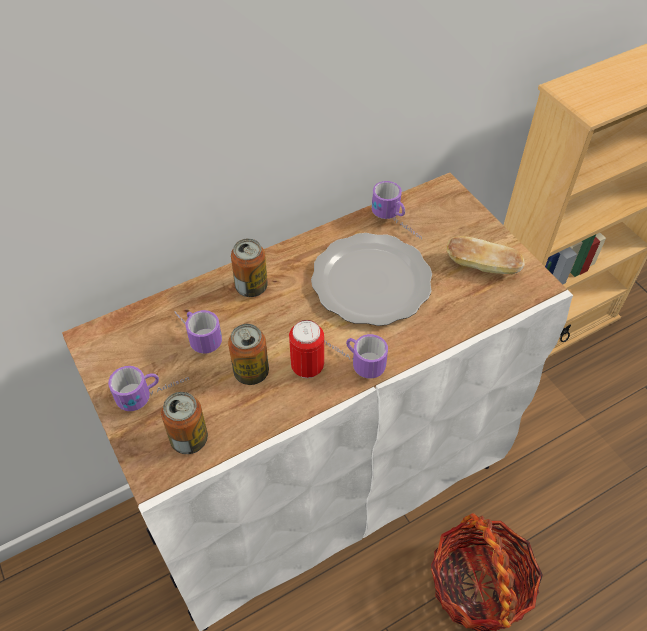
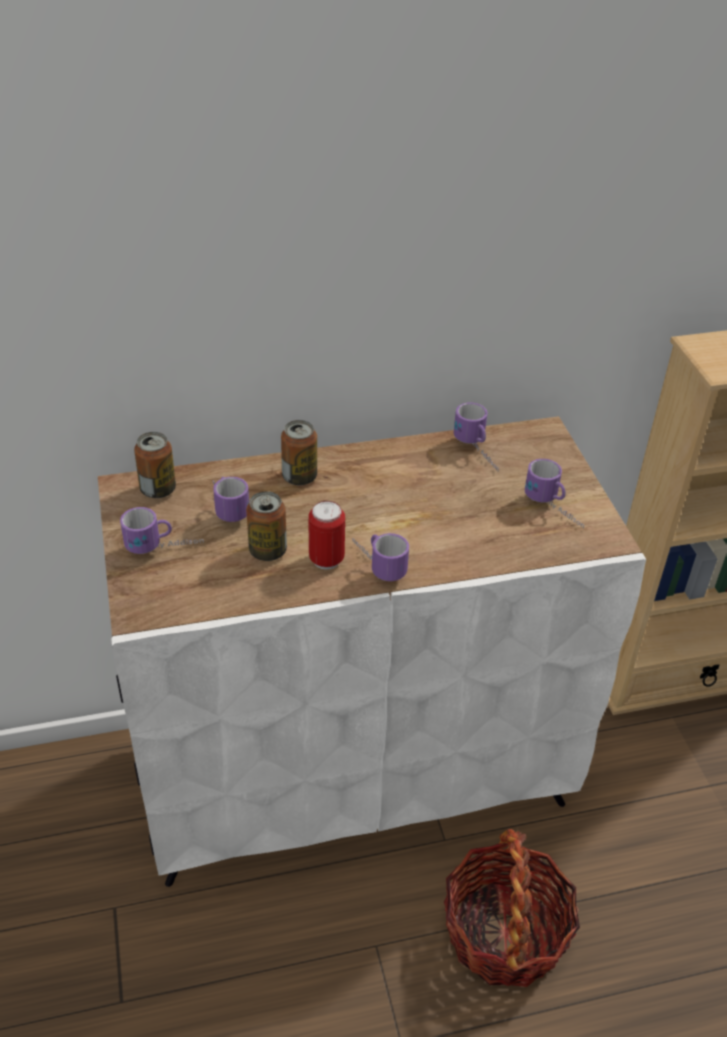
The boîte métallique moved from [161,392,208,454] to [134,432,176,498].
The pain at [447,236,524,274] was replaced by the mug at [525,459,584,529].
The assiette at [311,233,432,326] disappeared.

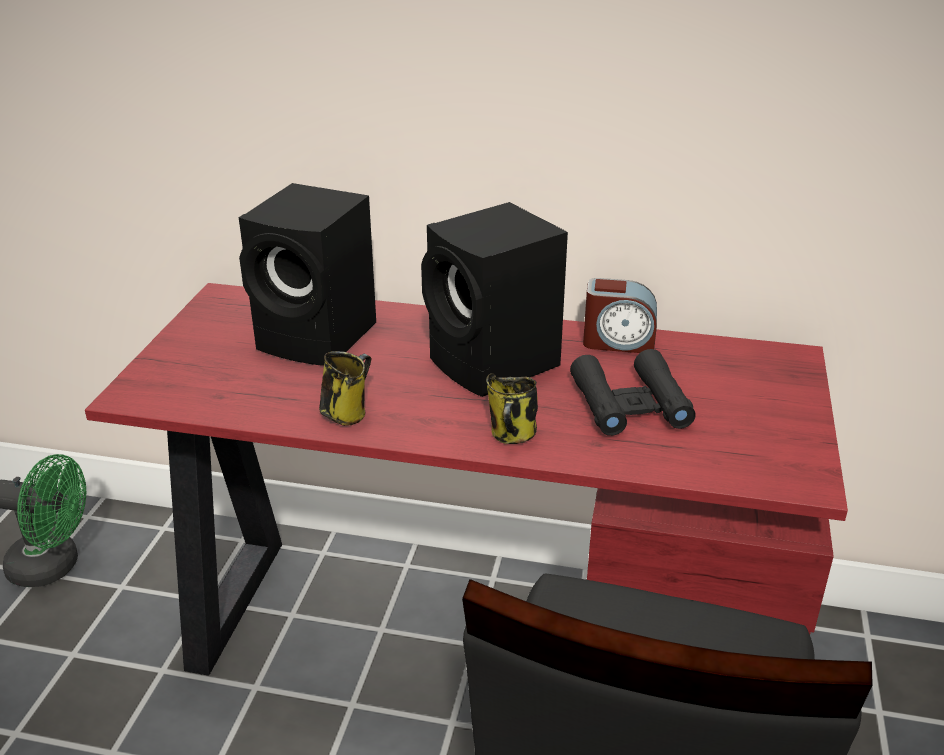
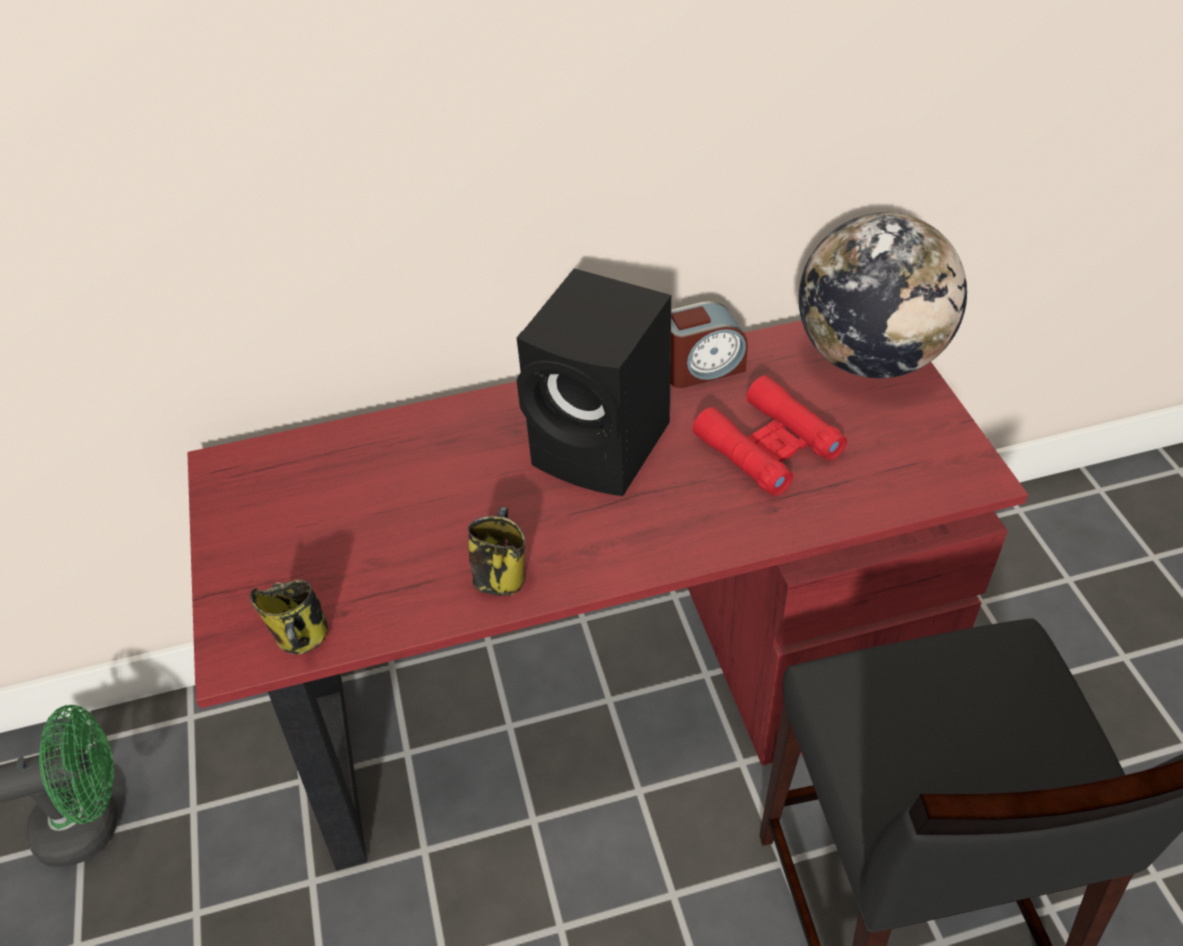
The mug moved from [486,373,538,444] to [249,580,328,655].
The jumelles/noir at [570,349,696,436] became the jumelles/rouge at [693,375,847,496].
The globe at [799,212,967,378] appeared.
The enceinte/noir at [239,183,376,366] disappeared.

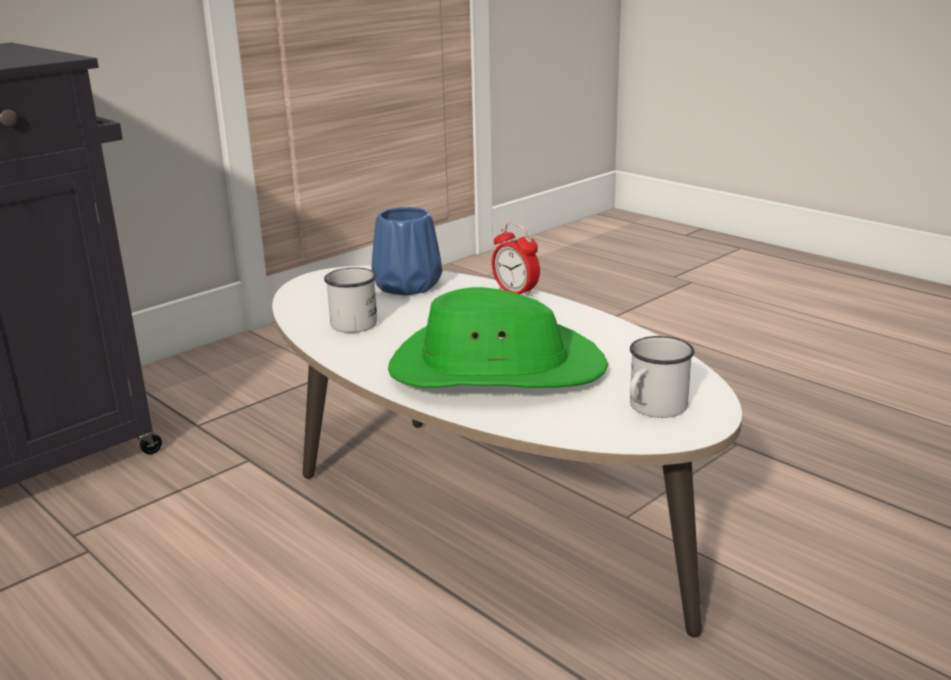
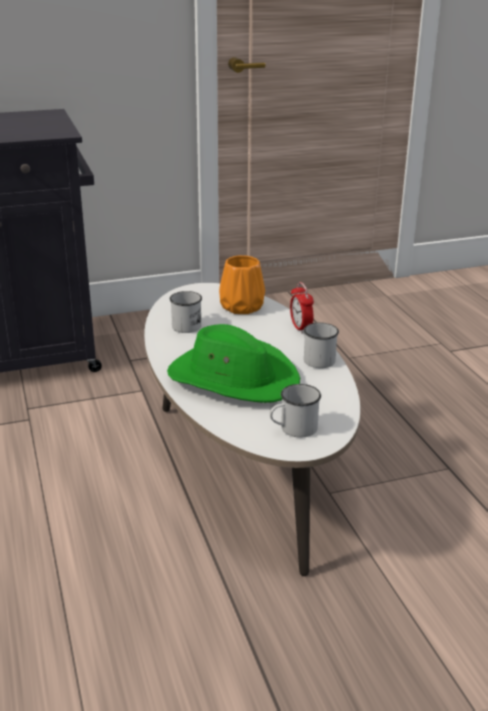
The vase/bleu at [372,207,442,296] became the vase/orange at [219,255,265,314].
The mug/blanc at [304,323,339,368] appeared.

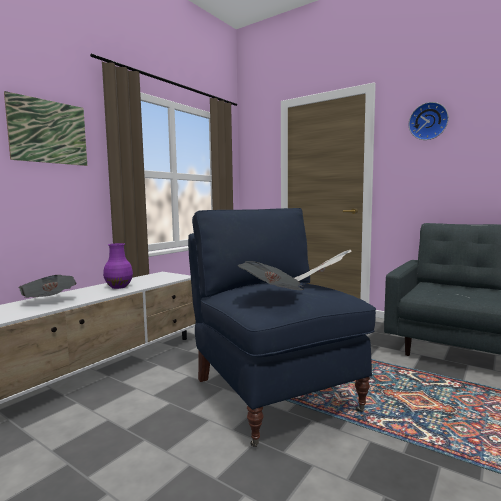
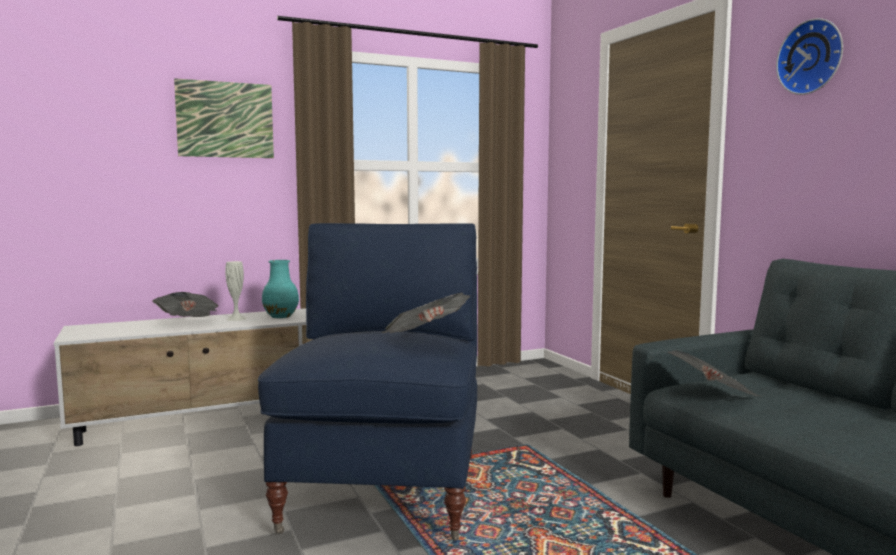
The vase/blanc at [225,261,247,321] appeared.
The vase/violet at [103,243,133,289] became the vase/turquoise at [262,260,299,318].
The journal moved from [238,261,304,290] to [668,350,759,396].

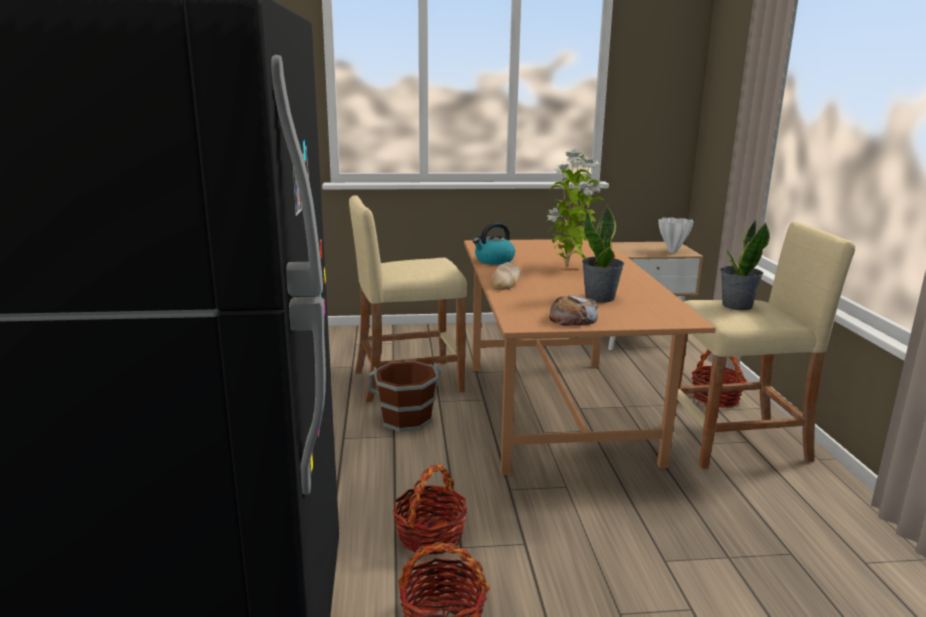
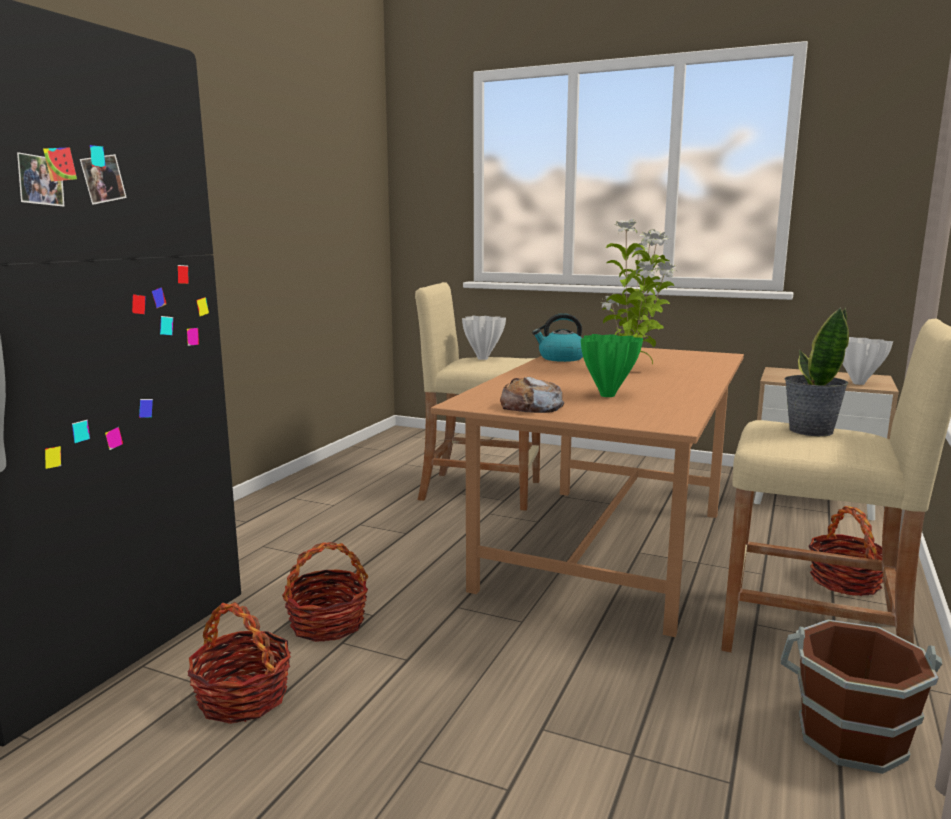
The vase/blanc at [462,316,506,360] appeared.
The plante en pot at [582,205,624,303] was replaced by the vase/vert at [581,334,643,397].
The seau/marron moved from [368,361,441,432] to [781,620,942,774].
The pain at [491,262,521,290] disappeared.

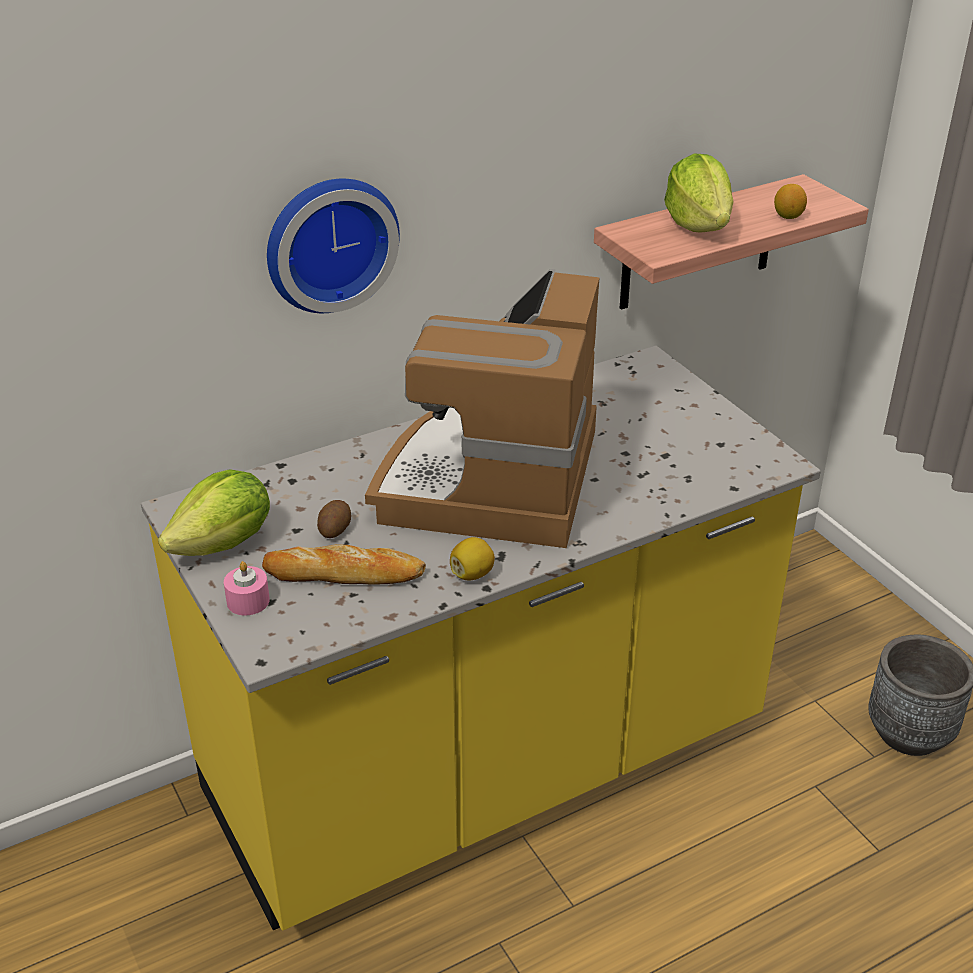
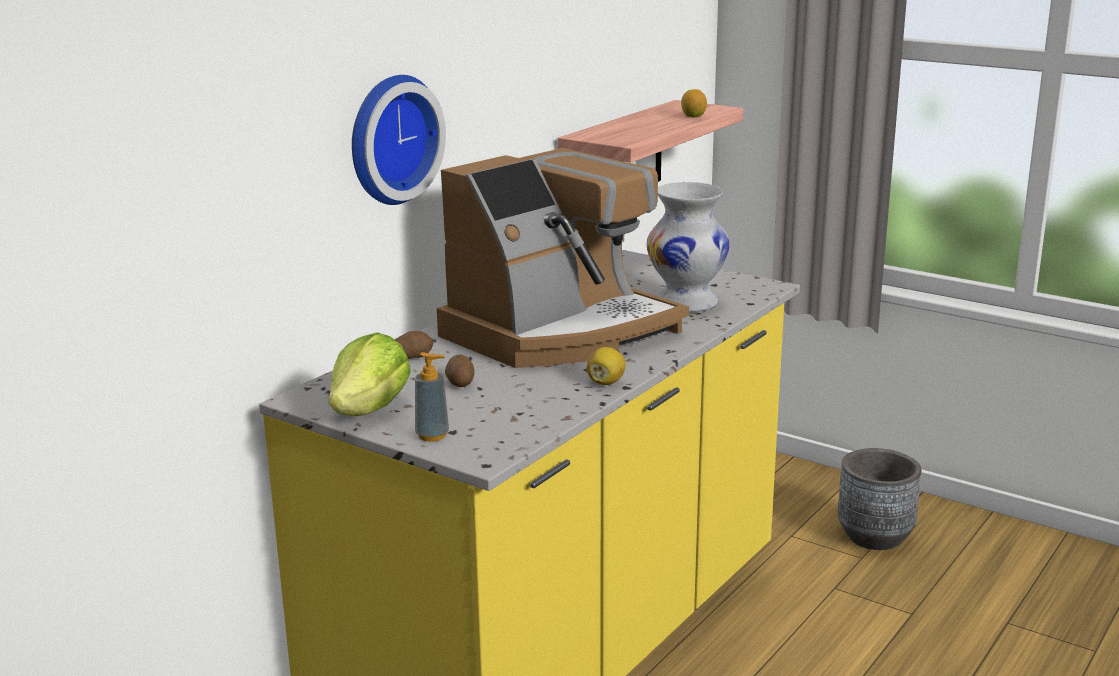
The pomme de terre at [395,331,433,359] appeared.
The bougie/rose at [224,561,270,616] was replaced by the distributeur de savon at [415,352,449,441].
The machine à café at [365,269,600,548] turned 120 degrees counterclockwise.
The vase/blanc at [647,182,729,312] appeared.
The pain at [262,544,426,585] disappeared.
The laitue at [664,153,734,233] disappeared.

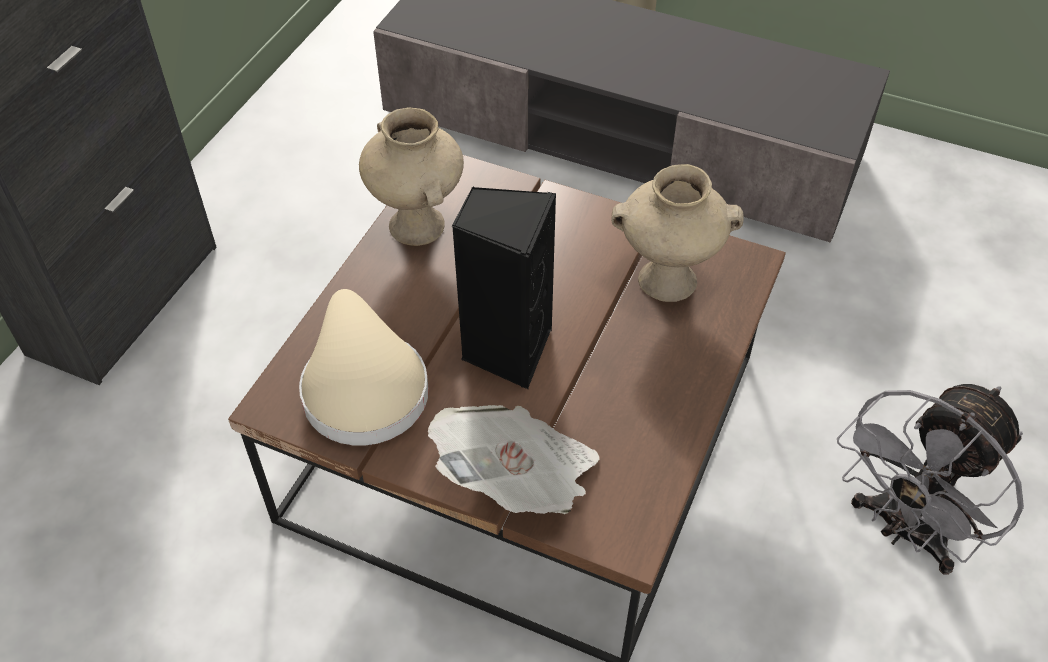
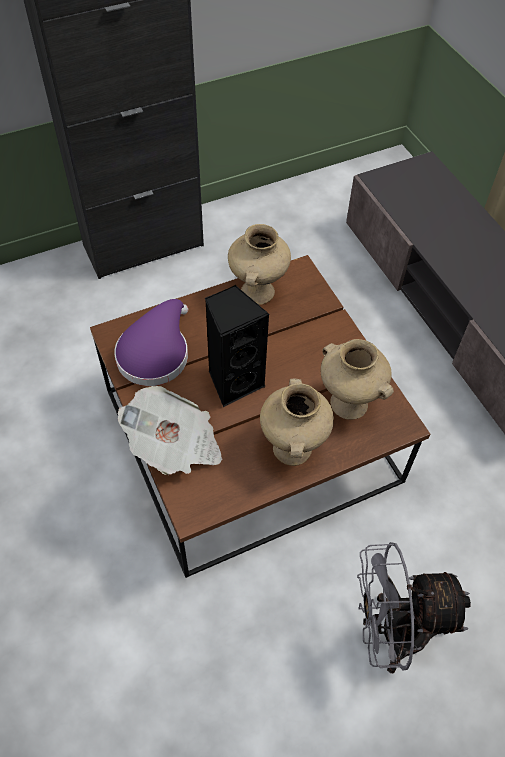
The chapeau/beige at [299,289,429,446] became the chapeau/violet at [114,299,188,386].
The vase/beige at [260,379,334,466] appeared.

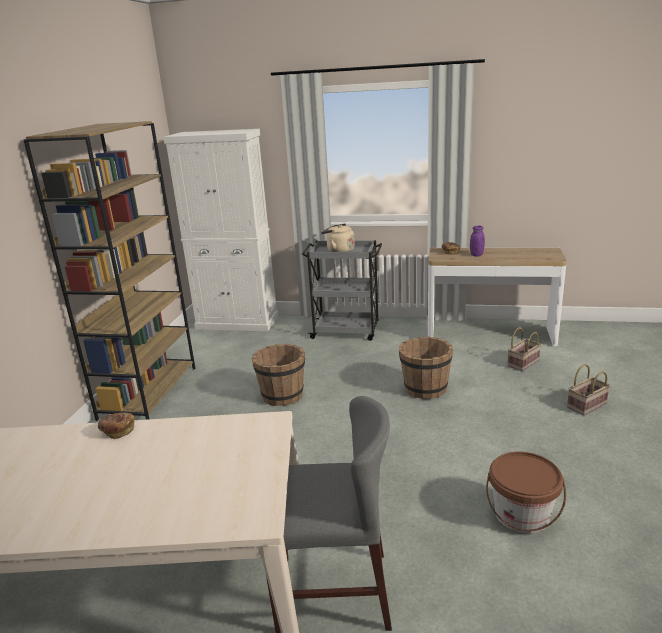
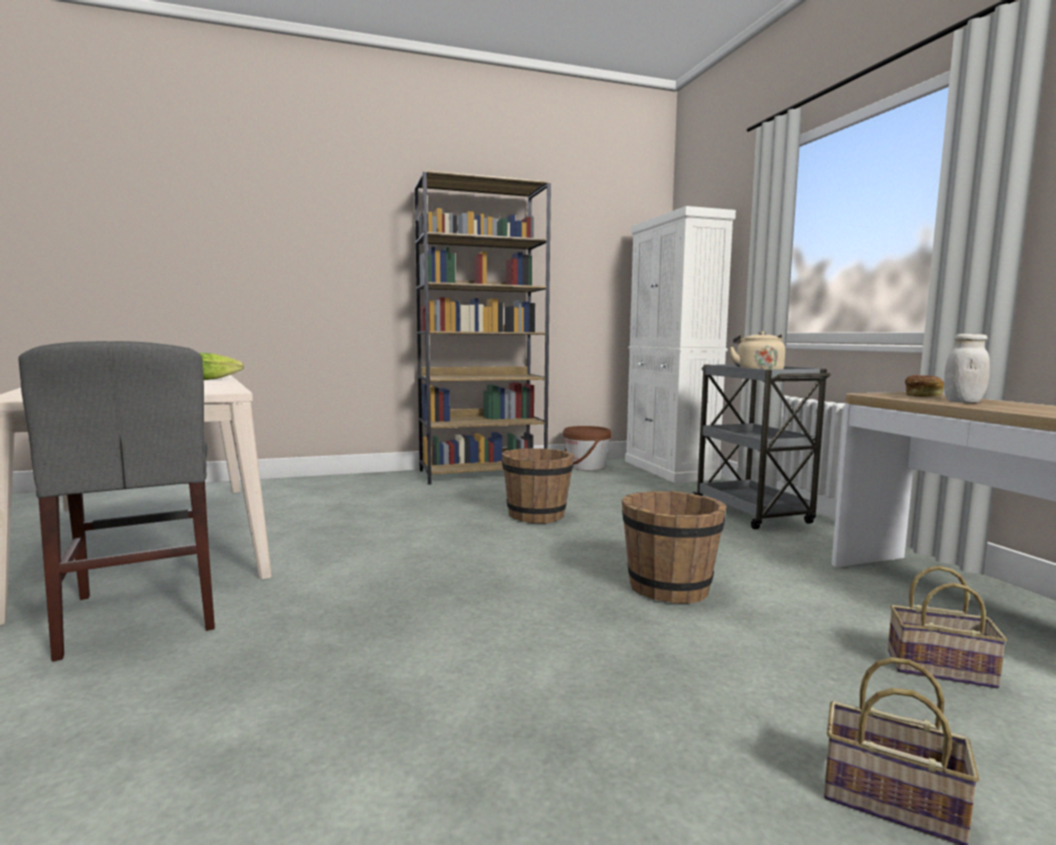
The pain at [98,413,135,439] was replaced by the laitue at [199,353,244,380].
The seau/marron moved from [486,452,566,534] to [563,426,612,470].
The bocal/violet at [470,226,485,256] became the bocal/blanc at [944,334,990,403].

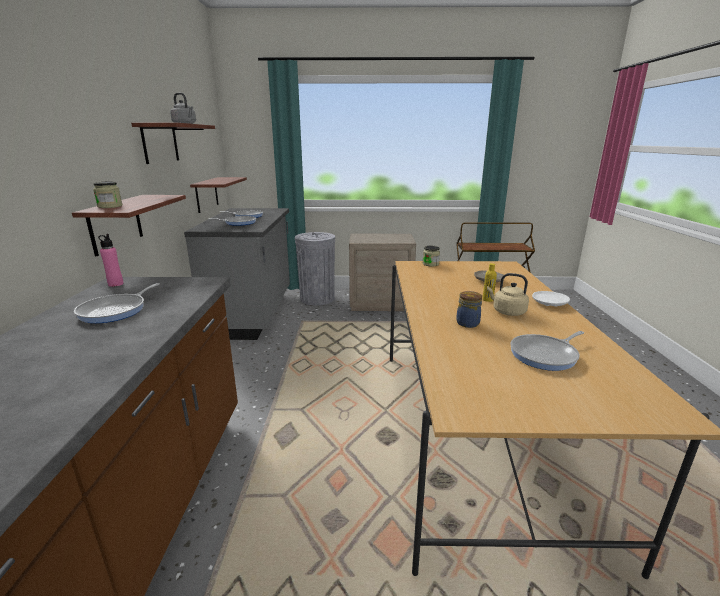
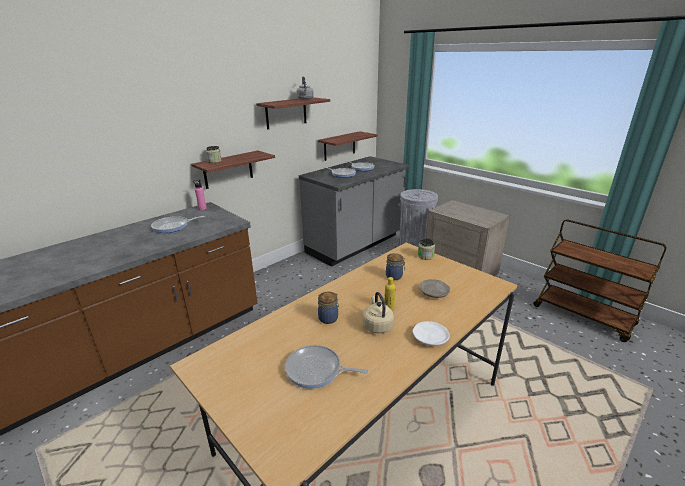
The bocal at [386,253,405,280] appeared.

